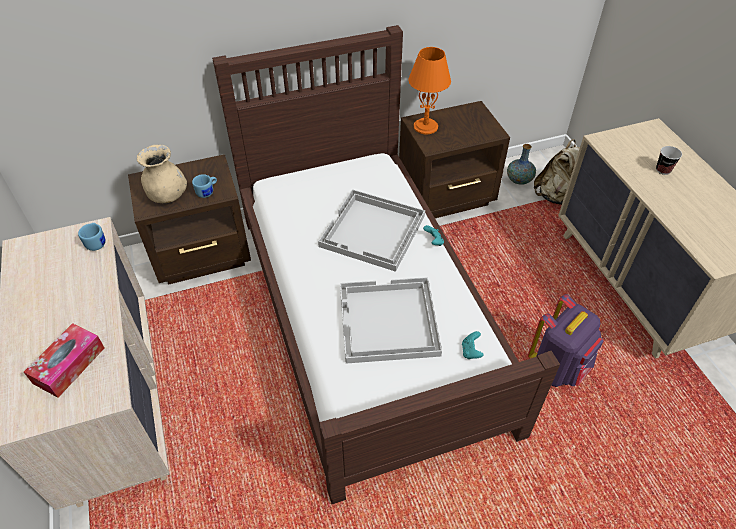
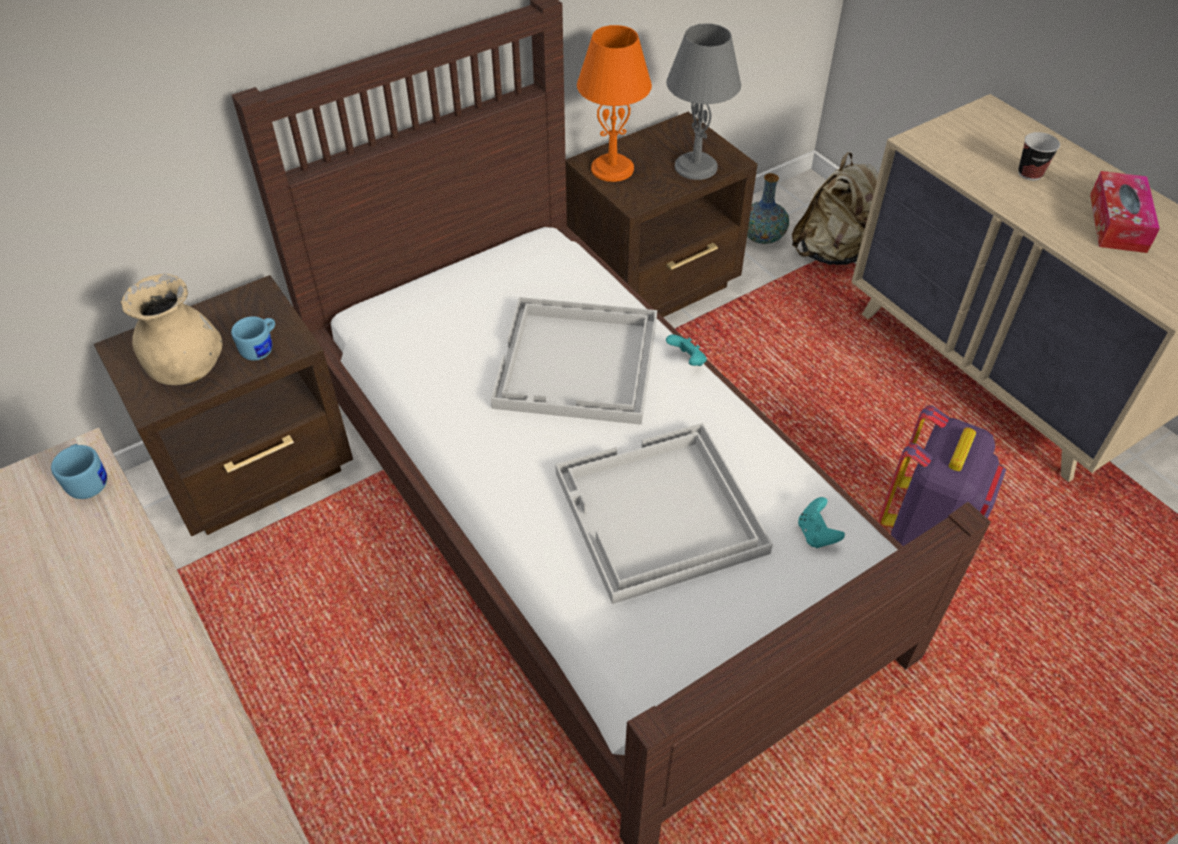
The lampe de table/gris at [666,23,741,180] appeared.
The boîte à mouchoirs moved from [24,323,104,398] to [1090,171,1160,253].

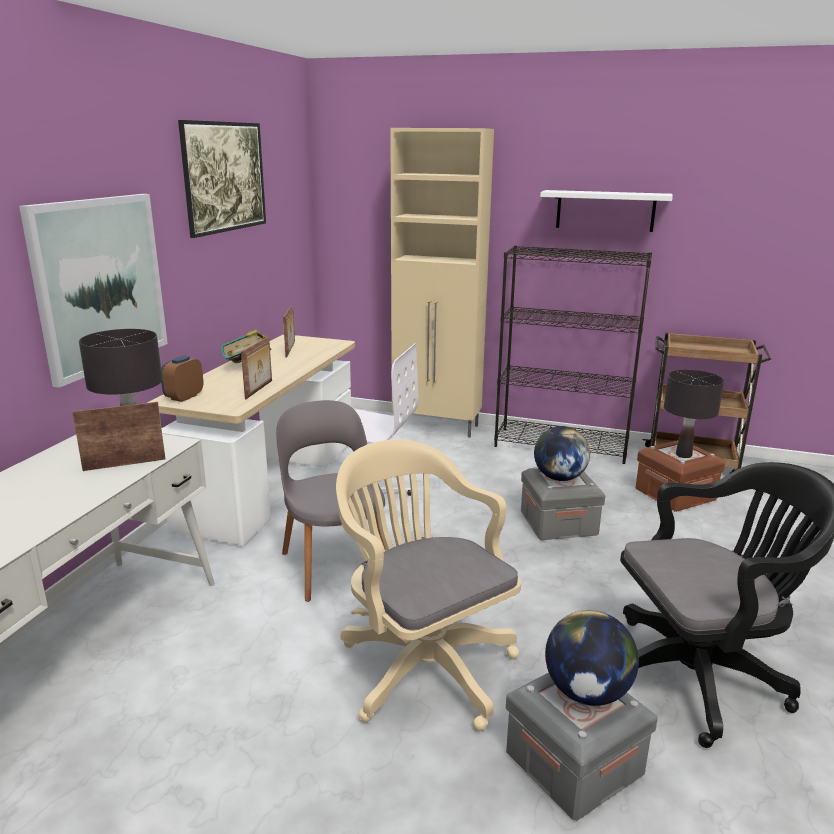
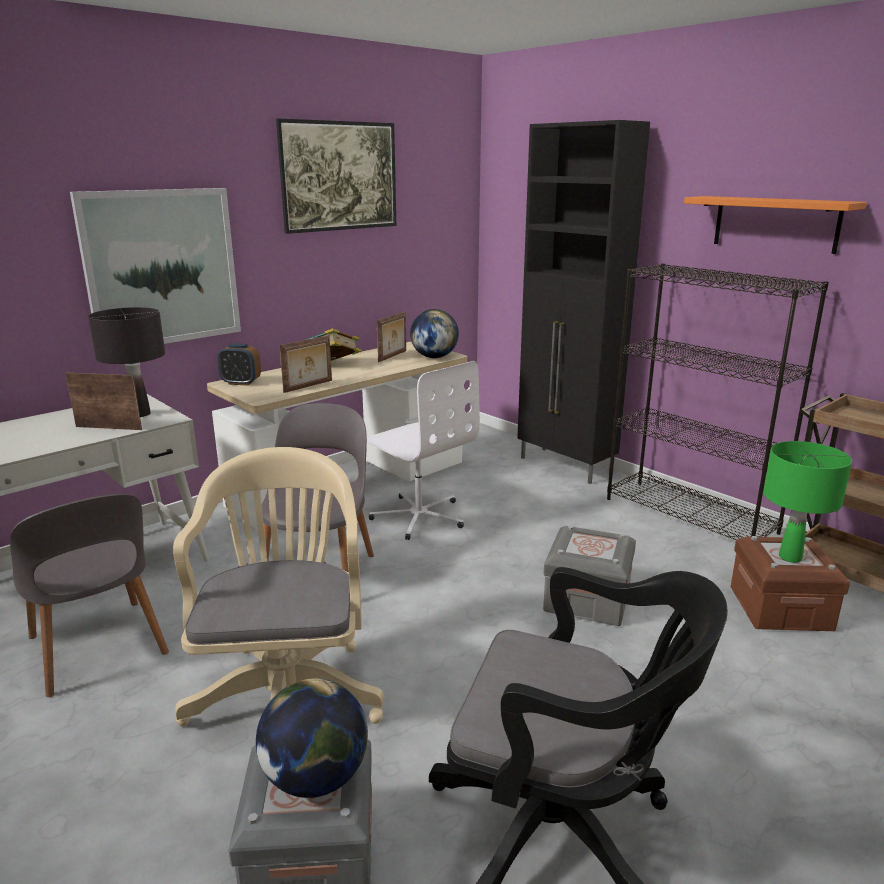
The chaise/gris at [10,494,169,697] appeared.
The réveil at [161,356,203,402] turned 135 degrees counterclockwise.
The globe moved from [534,426,590,481] to [410,309,459,358].
The meuble de rangement/beige at [390,128,494,438] became the meuble de rangement/noir at [517,120,650,484].
The étagère/blanc at [540,190,673,232] became the étagère/orange at [684,196,867,254].
The lampe de table/noir at [664,370,724,458] became the lampe de table/vert at [763,441,852,563].

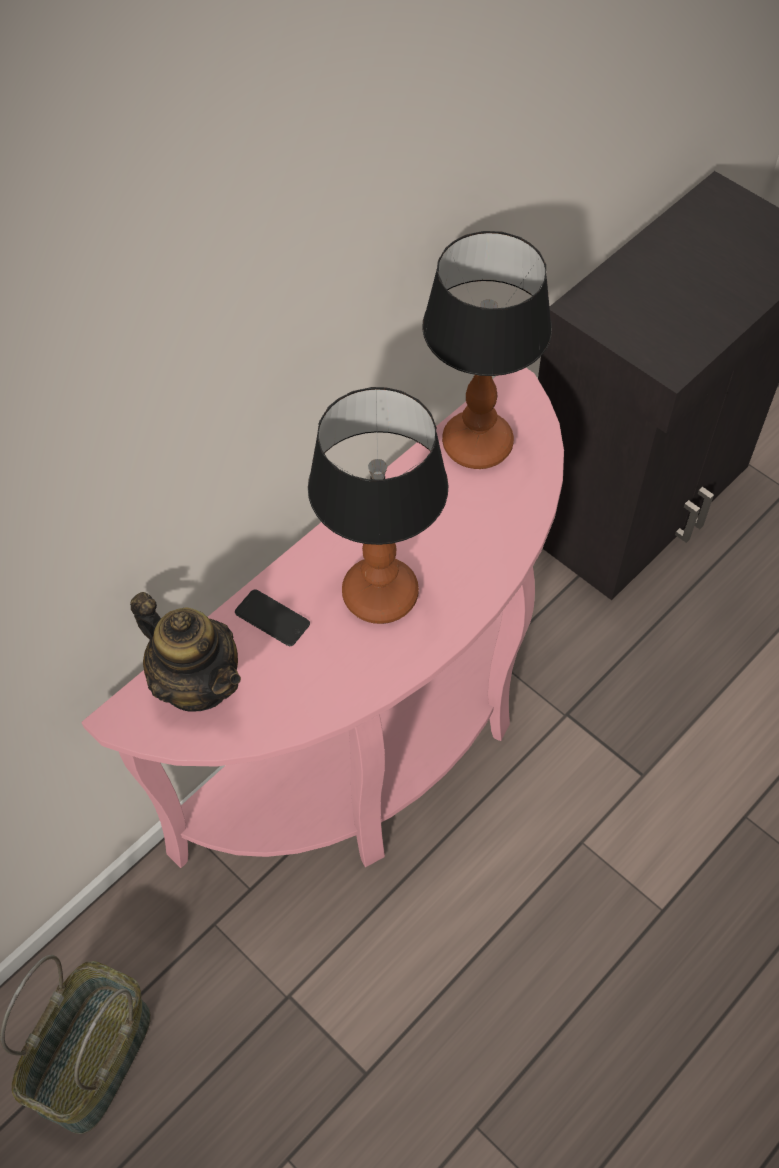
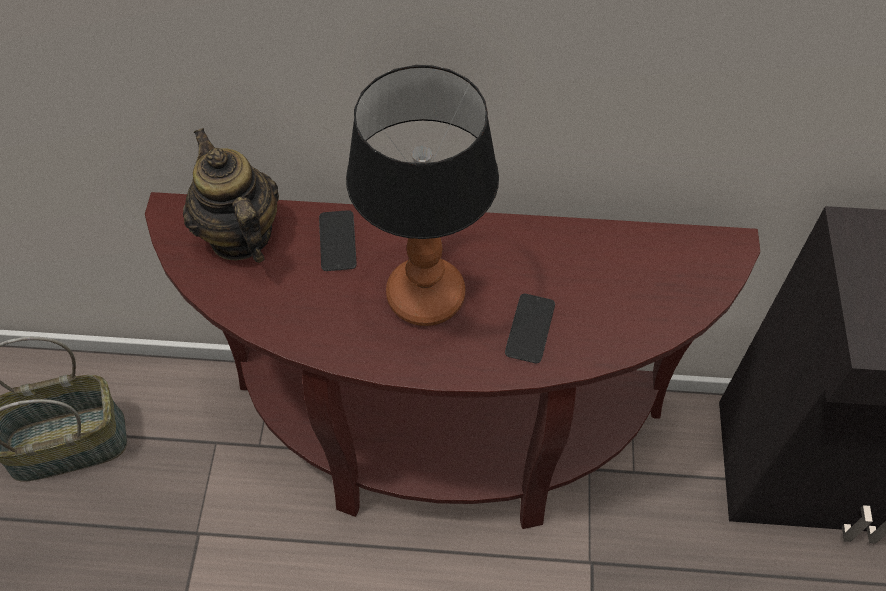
The table console/rose at [82,368,564,868] became the table console/marron at [145,192,760,529].
The théière at [130,592,241,712] turned 150 degrees clockwise.
The téléphone at [505,294,555,363] appeared.
The lampe de table at [422,231,552,469] disappeared.

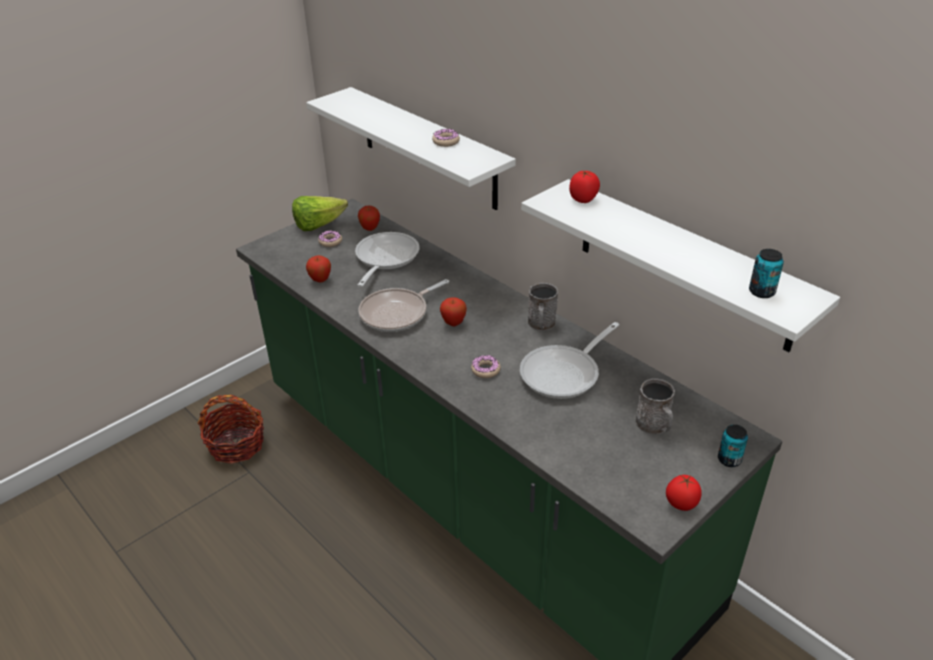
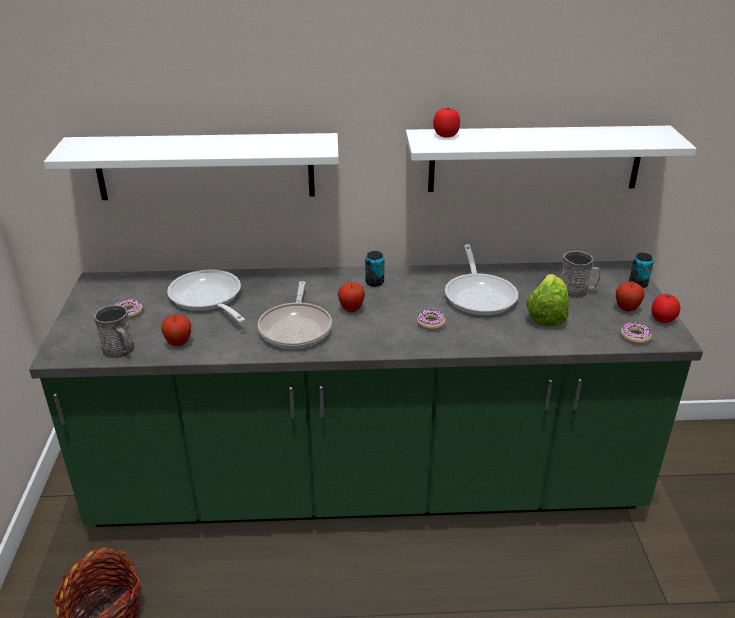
The mug/gris moved from [528,283,558,331] to [94,305,135,358].
The boîte métallique moved from [749,249,784,298] to [365,251,384,287].
The laitue moved from [292,196,348,231] to [526,274,569,327].
The pomme moved from [358,205,380,231] to [616,282,645,312].
The beignet moved from [432,129,460,147] to [620,323,652,344].

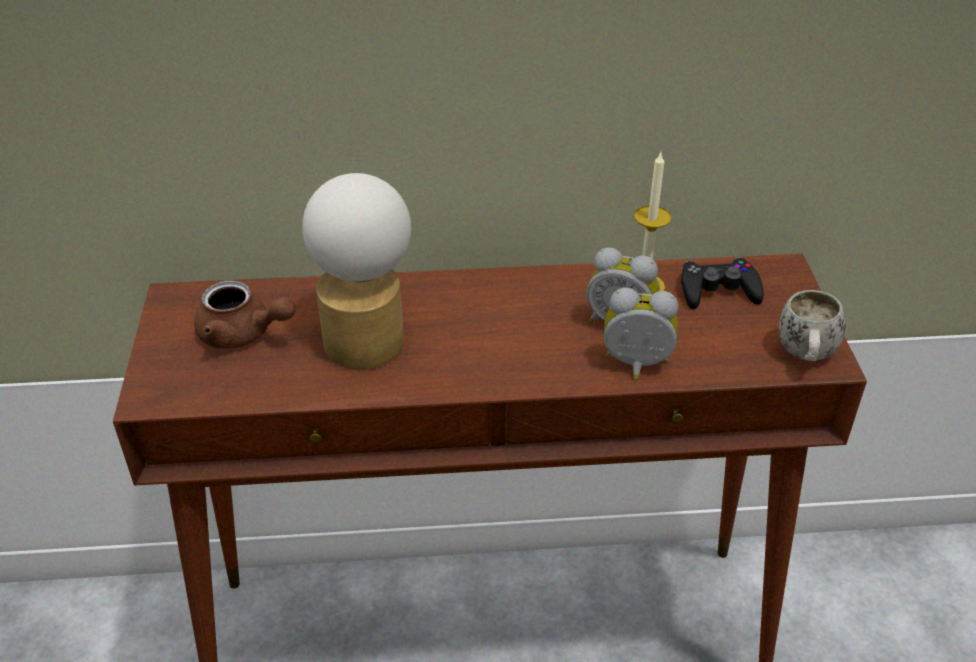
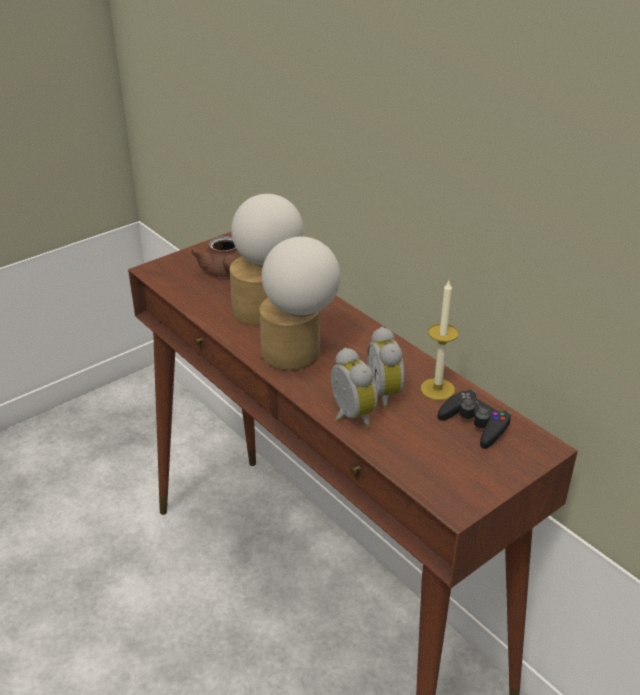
The lampe de table at [260,236,341,371] appeared.
The mug/blanc at [779,290,846,361] disappeared.

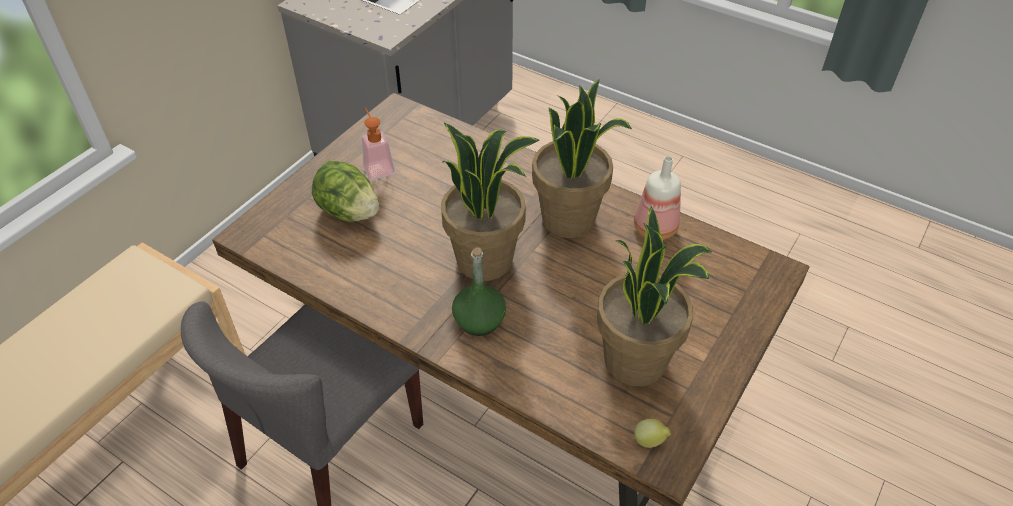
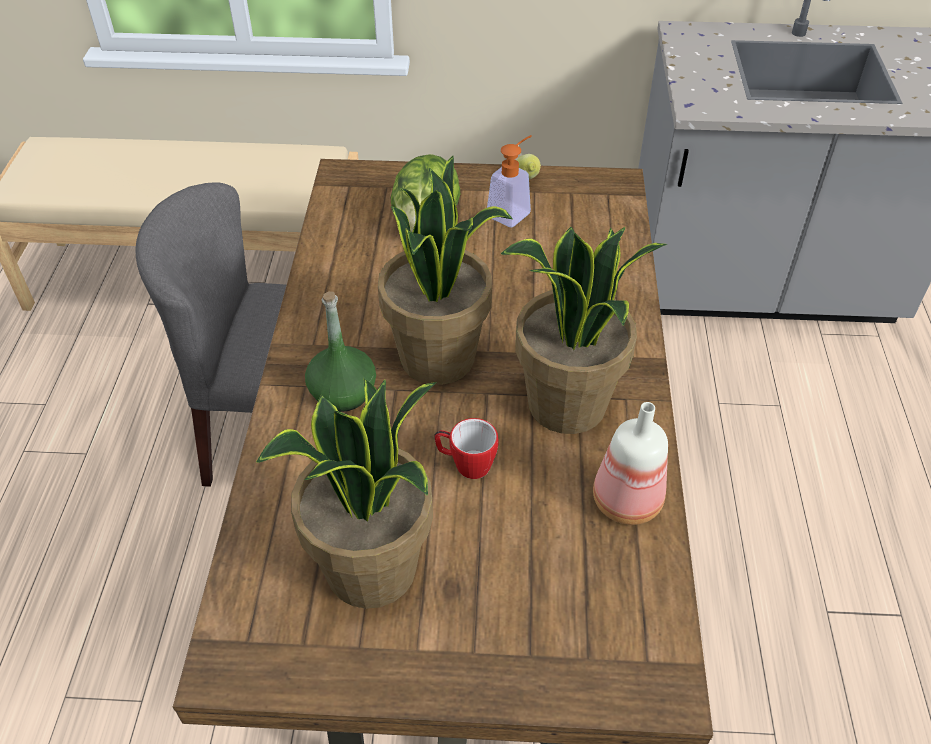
The mug at [434,418,499,479] appeared.
The citron moved from [634,419,671,448] to [517,154,541,180].

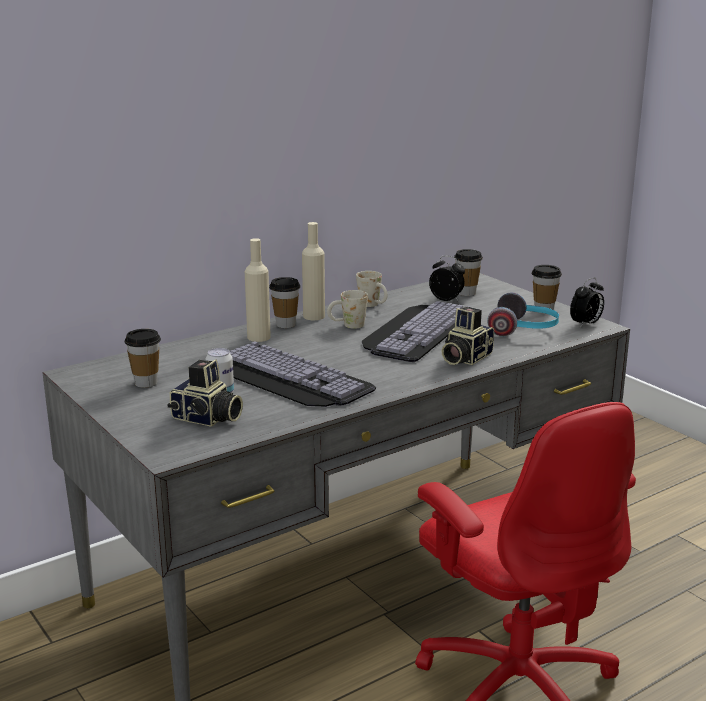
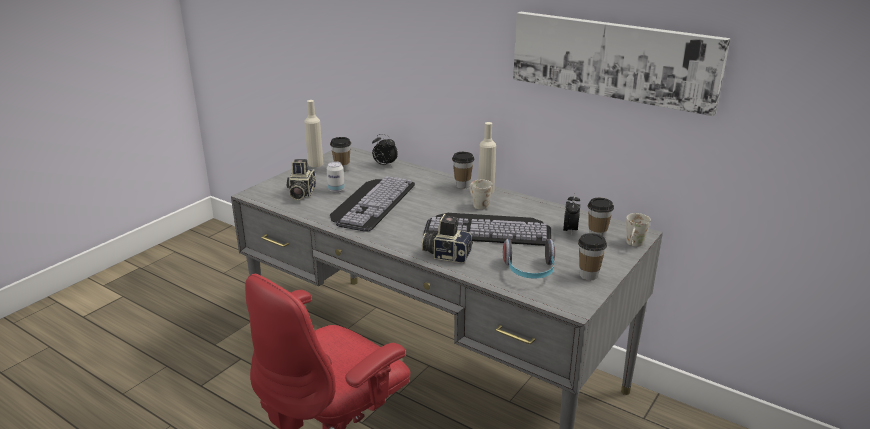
The bouteille/beige moved from [245,238,271,342] to [304,100,323,167].
The réveil moved from [570,277,604,328] to [372,134,398,167].
The tableau at [513,12,730,116] appeared.
The mug/blanc moved from [356,271,387,307] to [626,213,651,247].

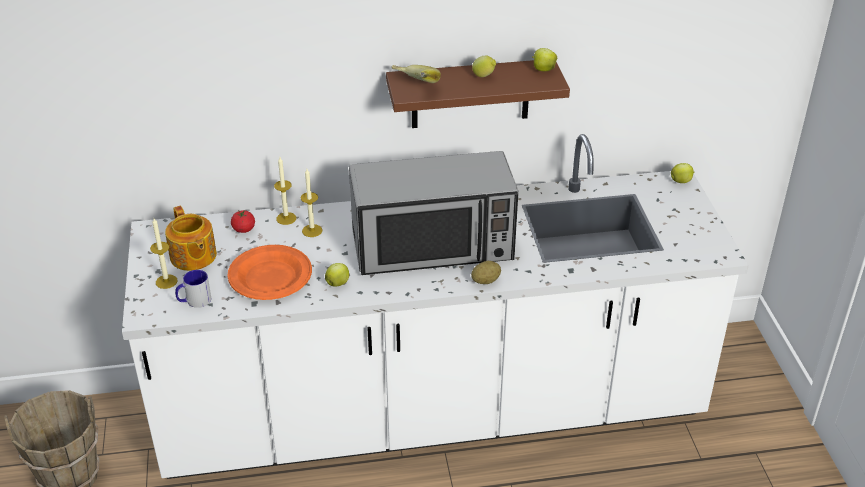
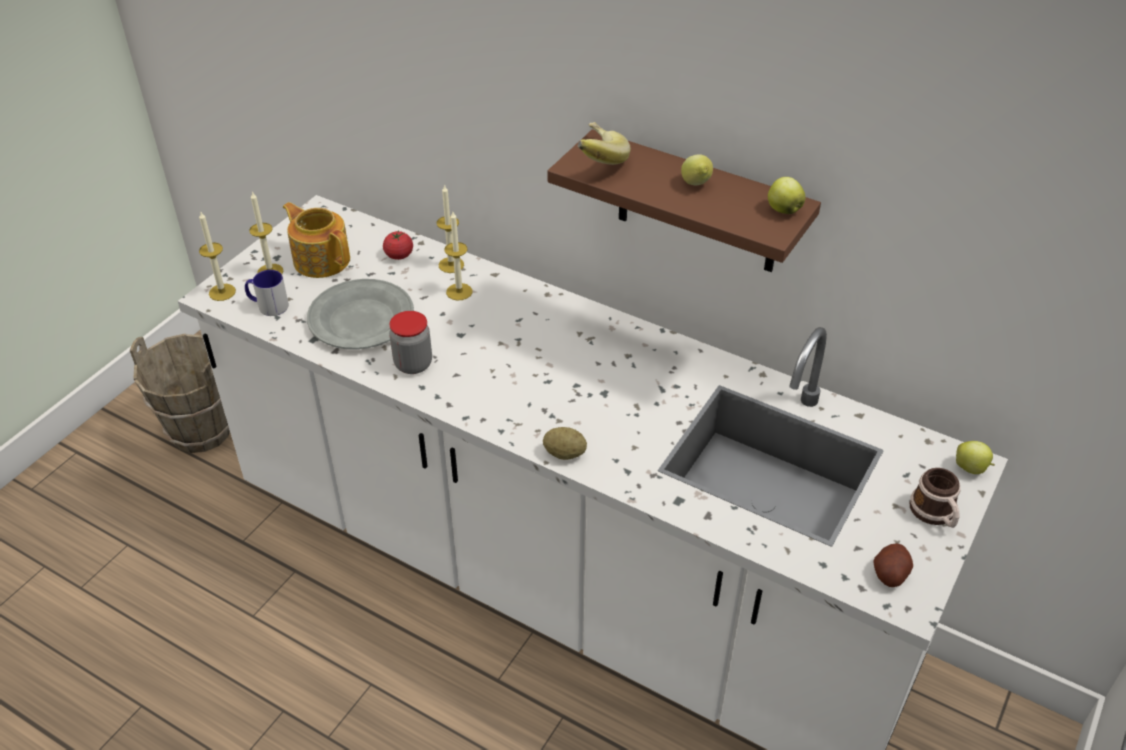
The bougie at [199,212,236,301] appeared.
The théière at [165,206,217,271] turned 120 degrees clockwise.
The assiette/orange at [228,245,312,300] became the assiette/gris at [307,279,414,349].
The pomme at [325,263,349,287] was replaced by the bocal at [389,311,432,374].
The pomme de terre at [873,543,913,587] appeared.
The mug at [910,468,960,528] appeared.
The micro-ondes at [349,151,518,275] disappeared.

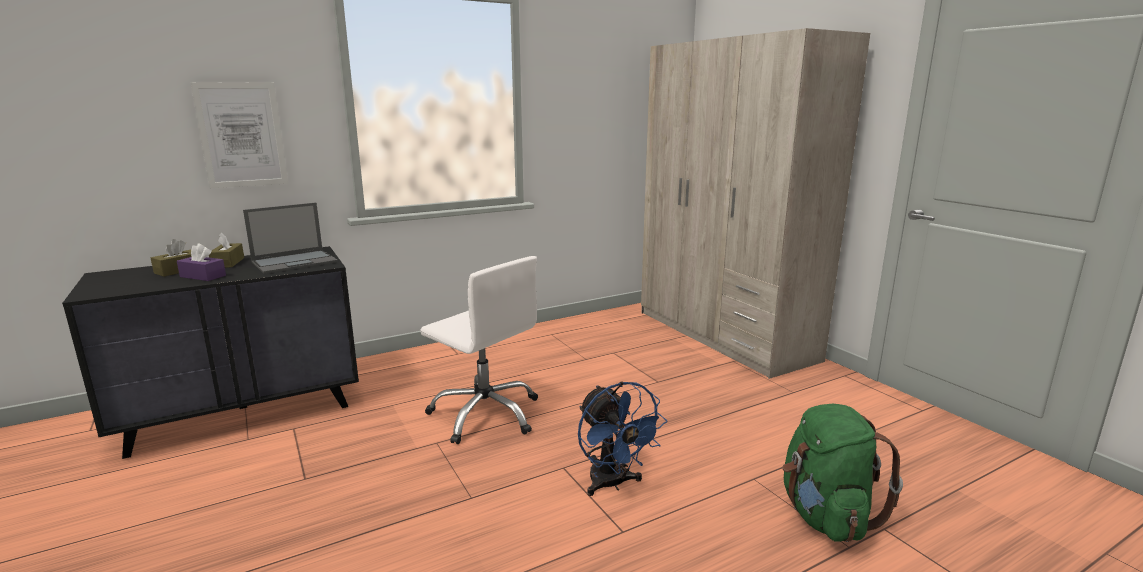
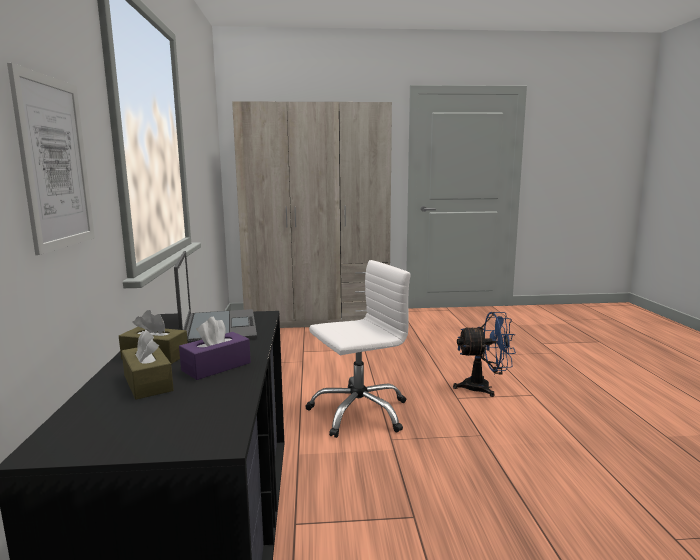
The sac à dos/vert at [782,404,903,542] disappeared.

